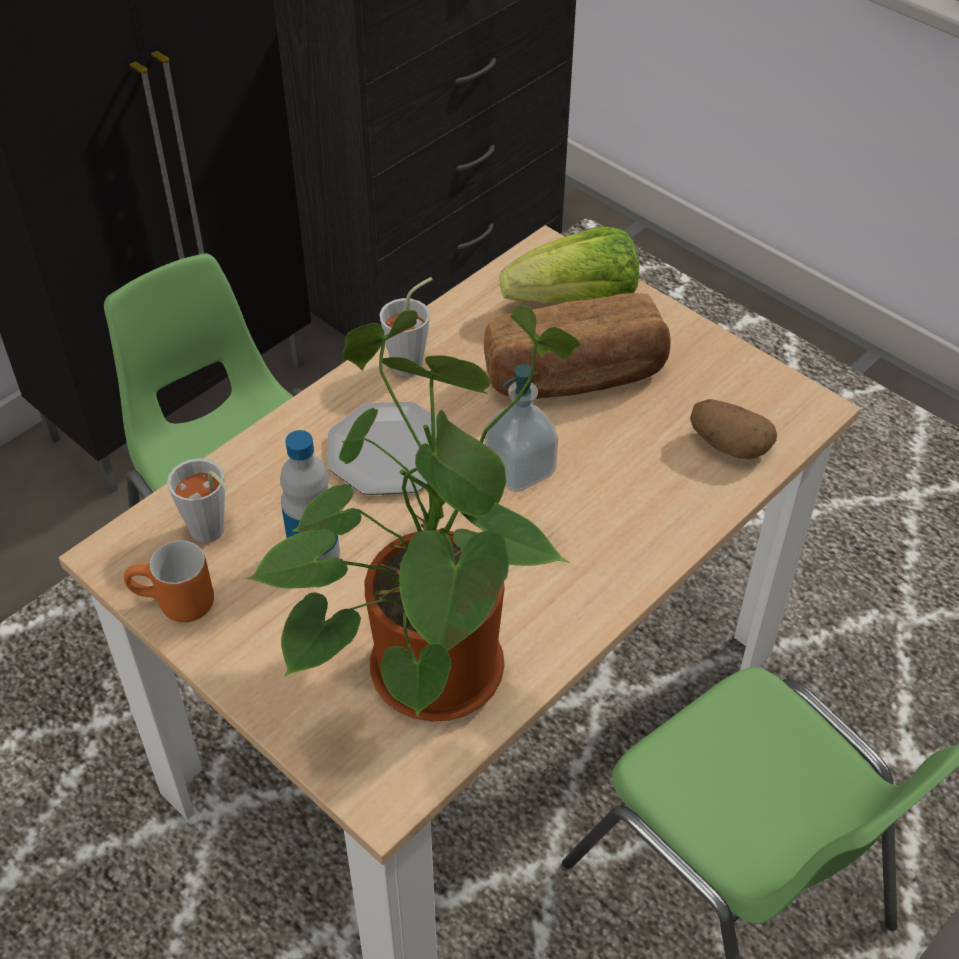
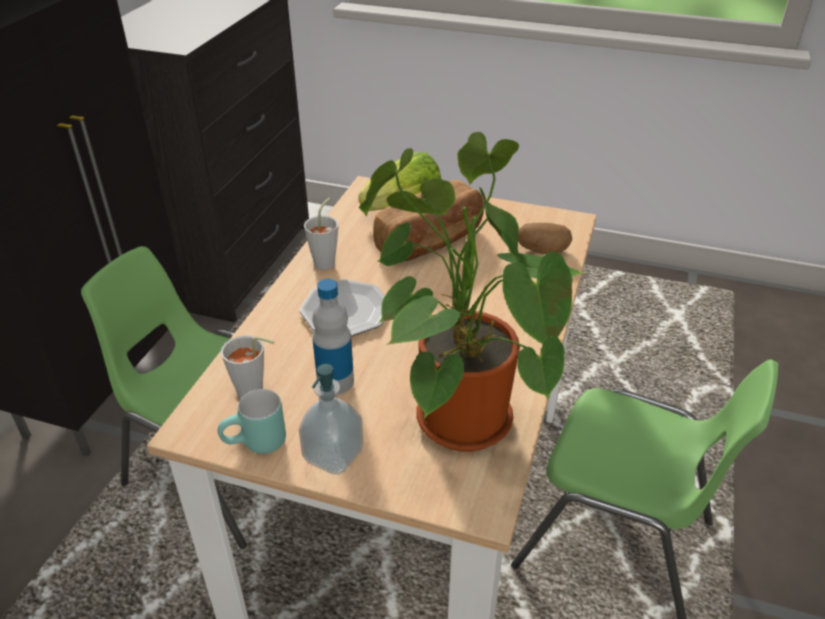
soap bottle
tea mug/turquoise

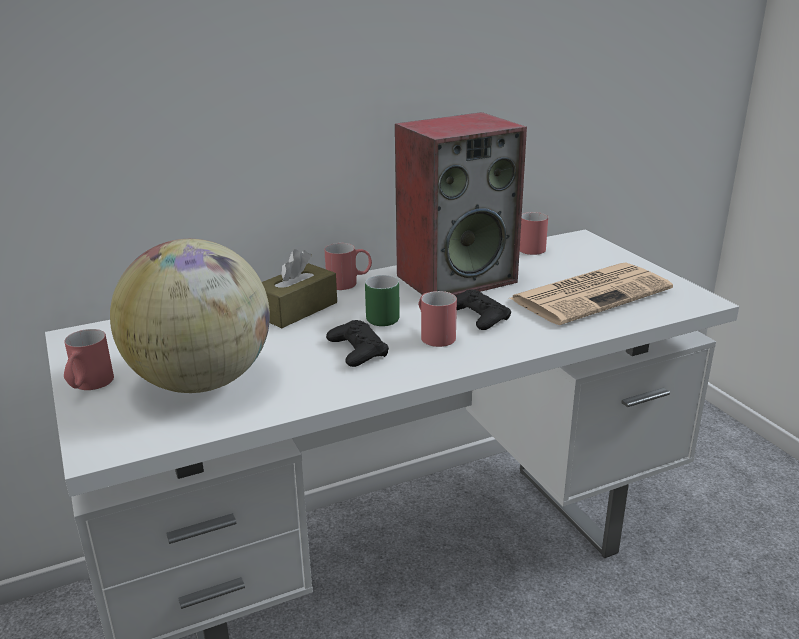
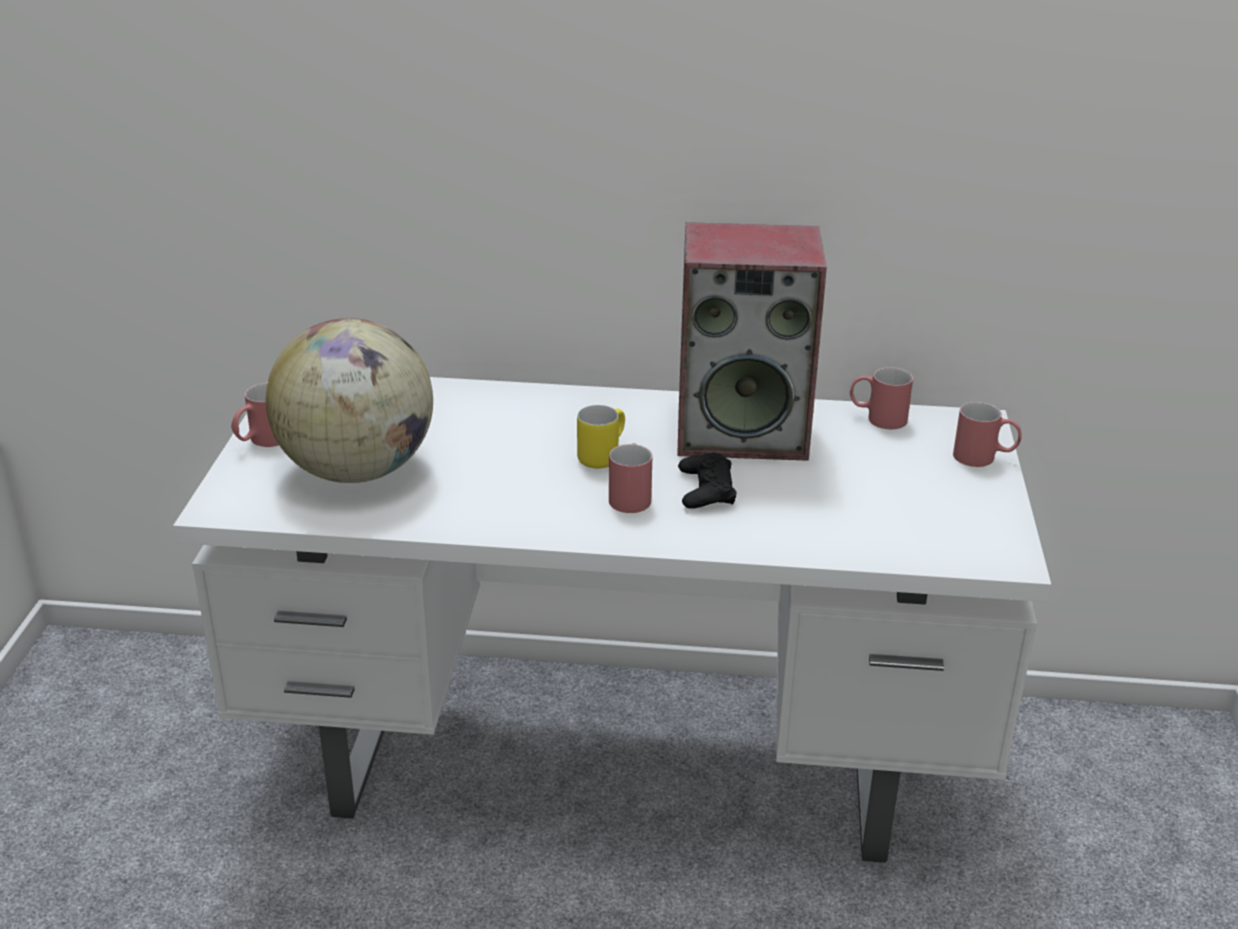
tea mug/red (4th from left)
tissue box/brown-coloured
printed paper
tea mug/yellow-coloured
joypad/black-coloured (1st from left in the first image)

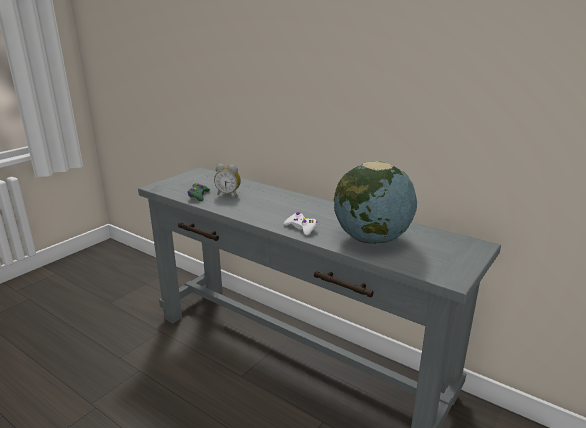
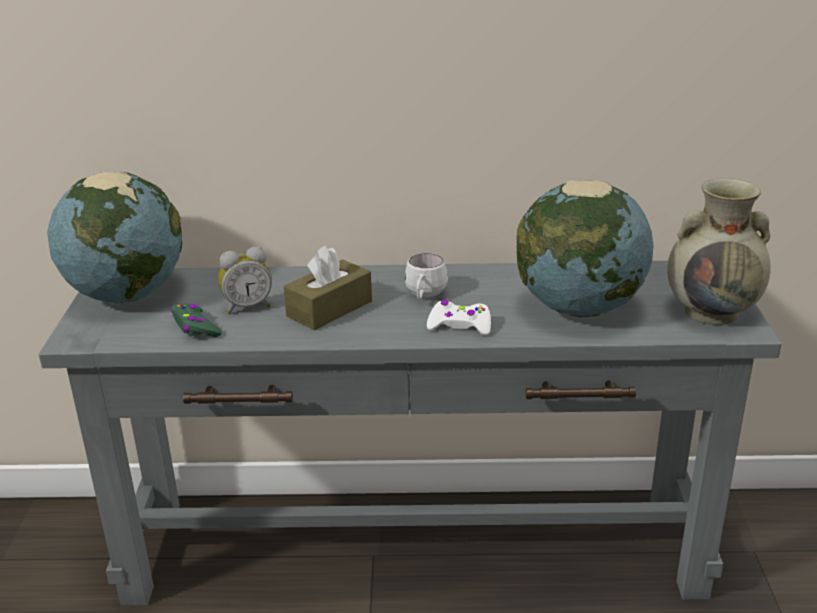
desk globe (1st from left)
flower vase/beige-coloured
tissue box/brown-coloured
tea mug/whitish

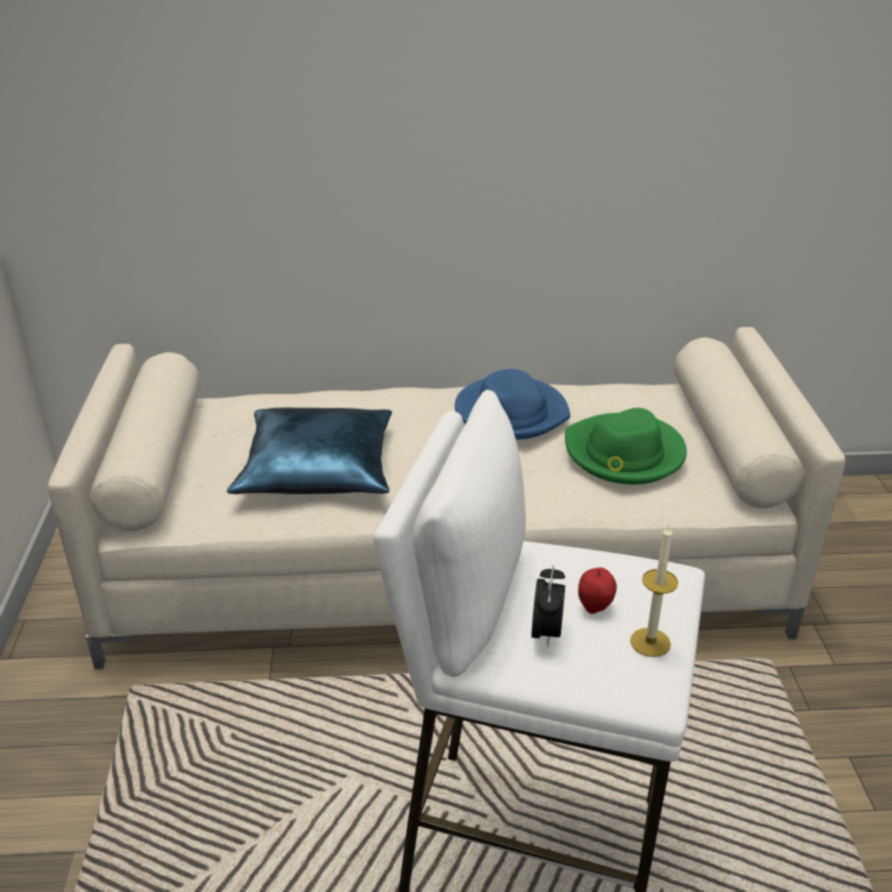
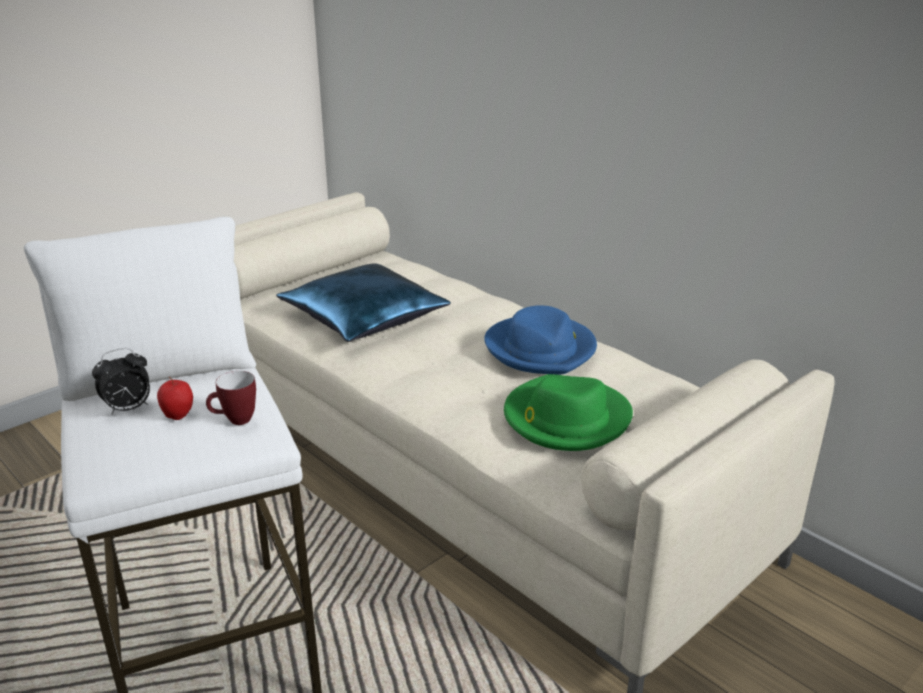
candle
tea mug

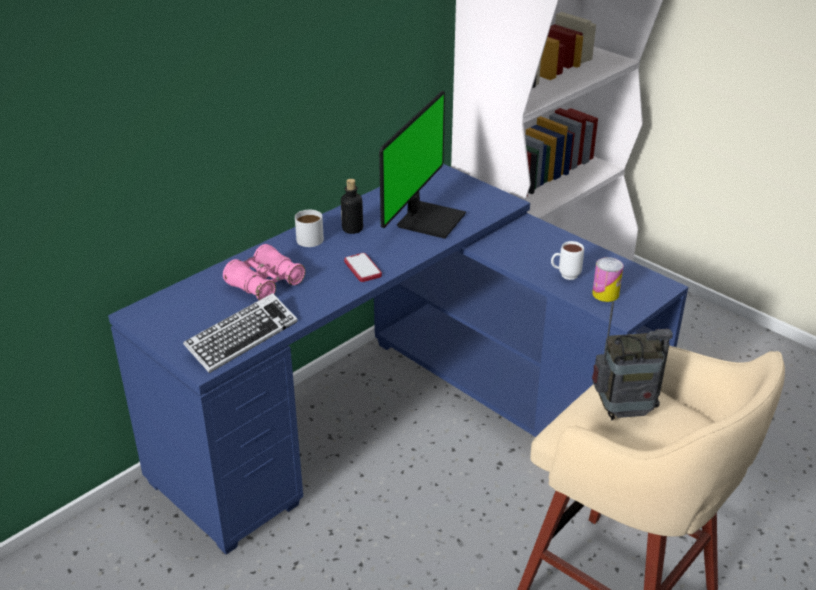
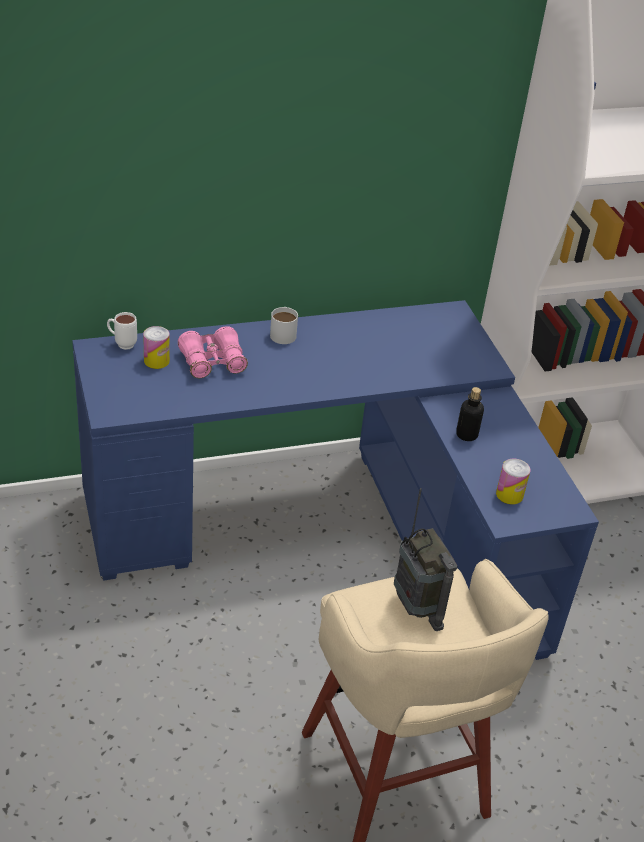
computer screen
drink bottle
tea mug/whitish (1st from left)
phone
PC keyboard
radio receiver
metal can (1st from left)

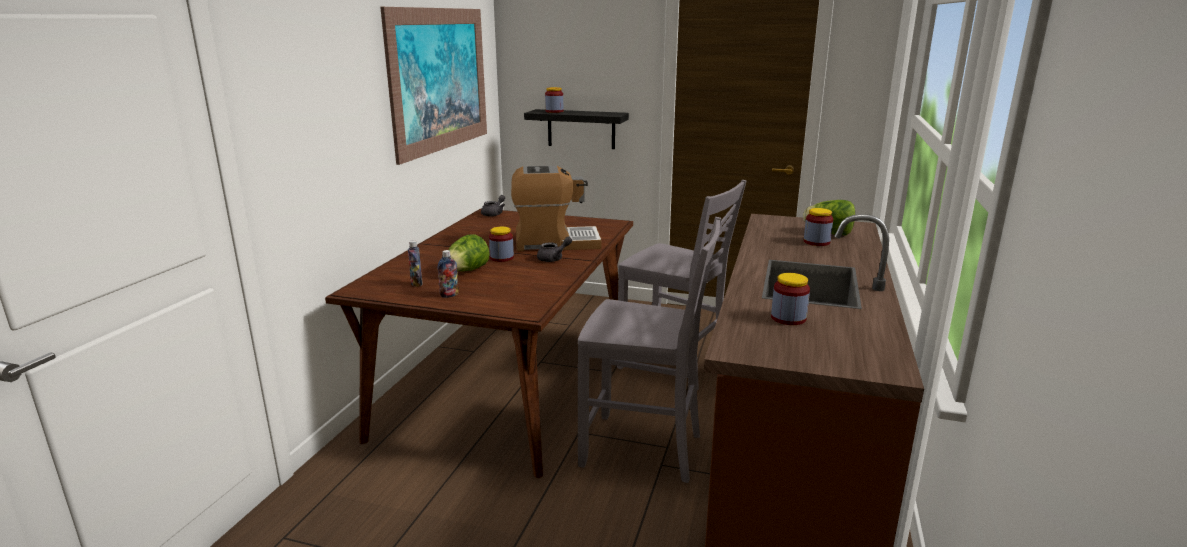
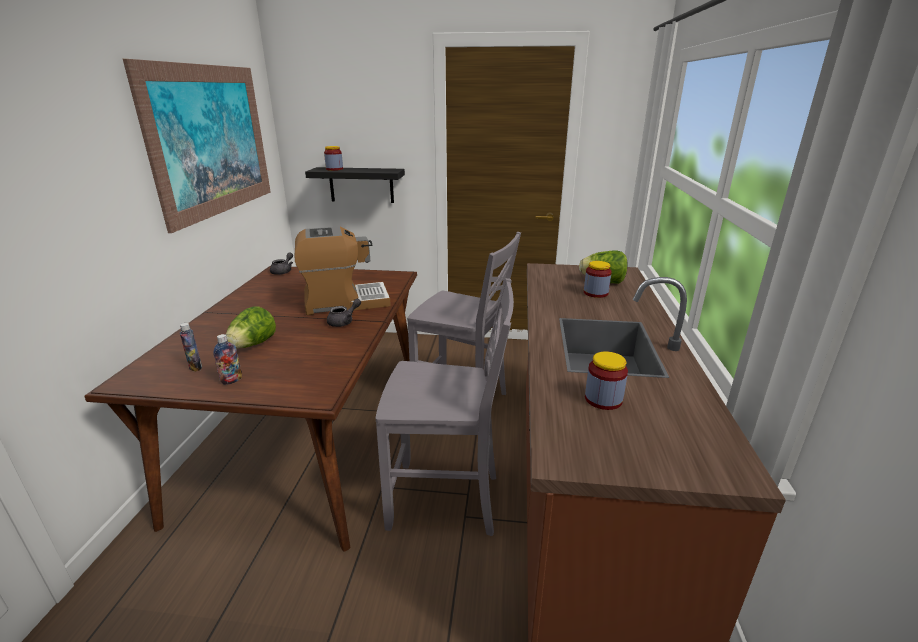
storage jar (1st from left in the first image)

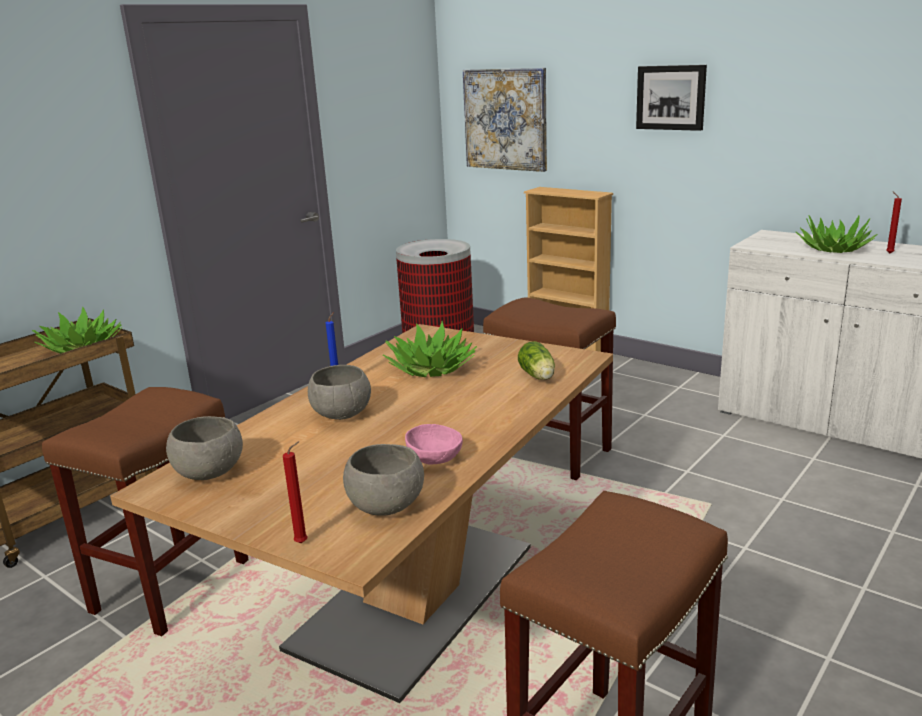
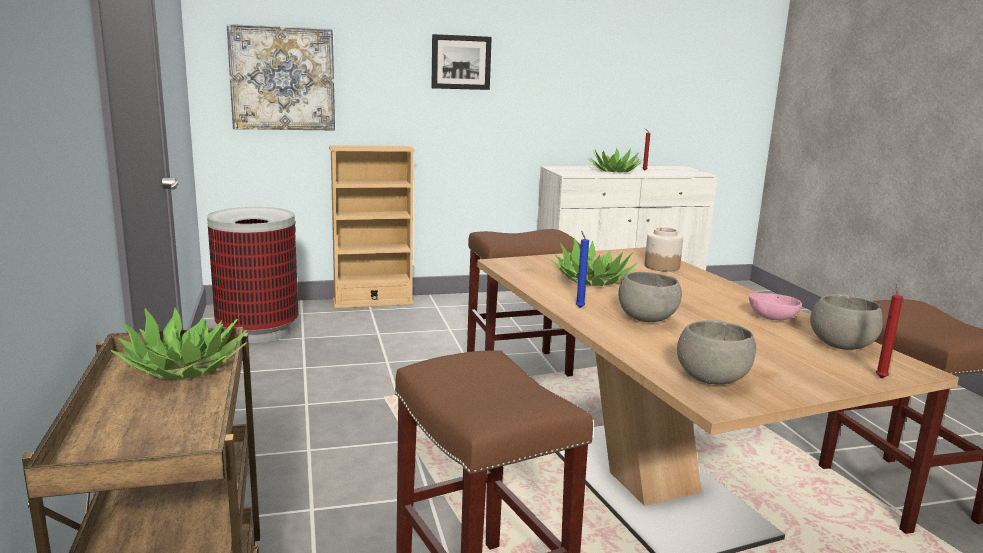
storage jar

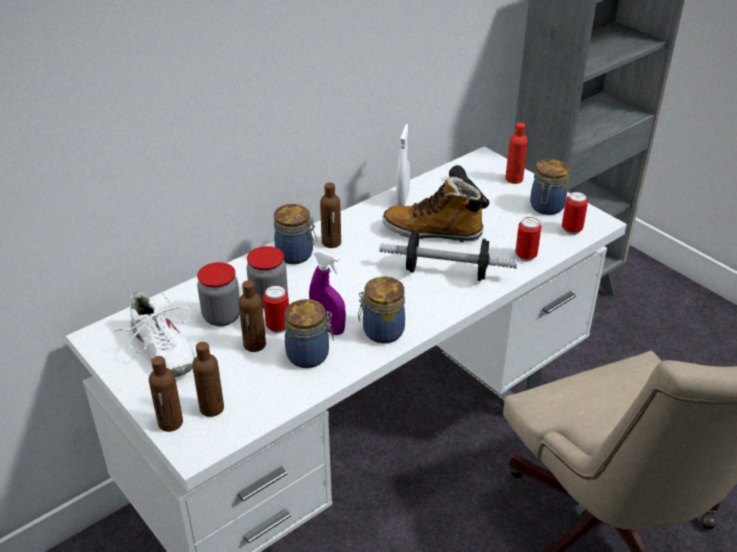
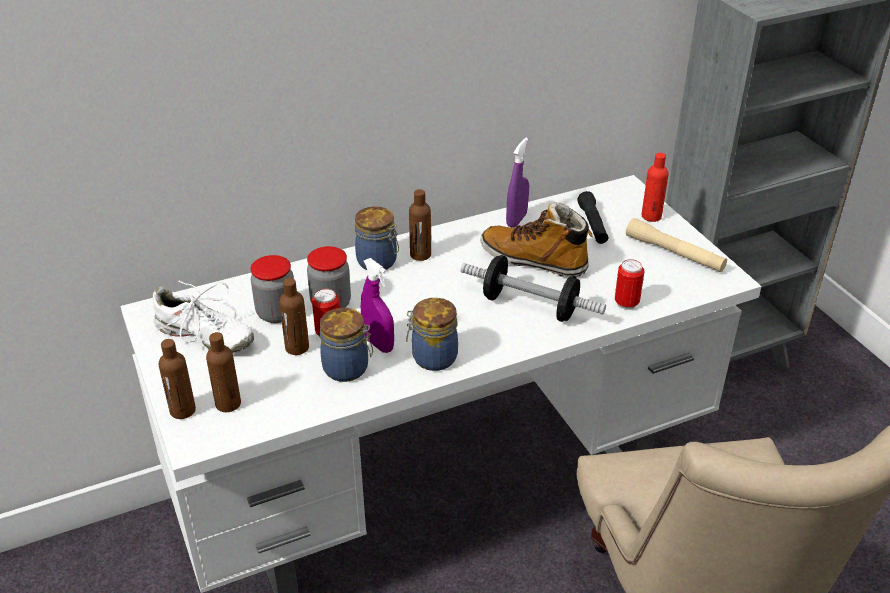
sprayer/purple (2nd from left)
hand torch/beige-coloured
metal can (3rd from left in the first image)
shoe/whitish

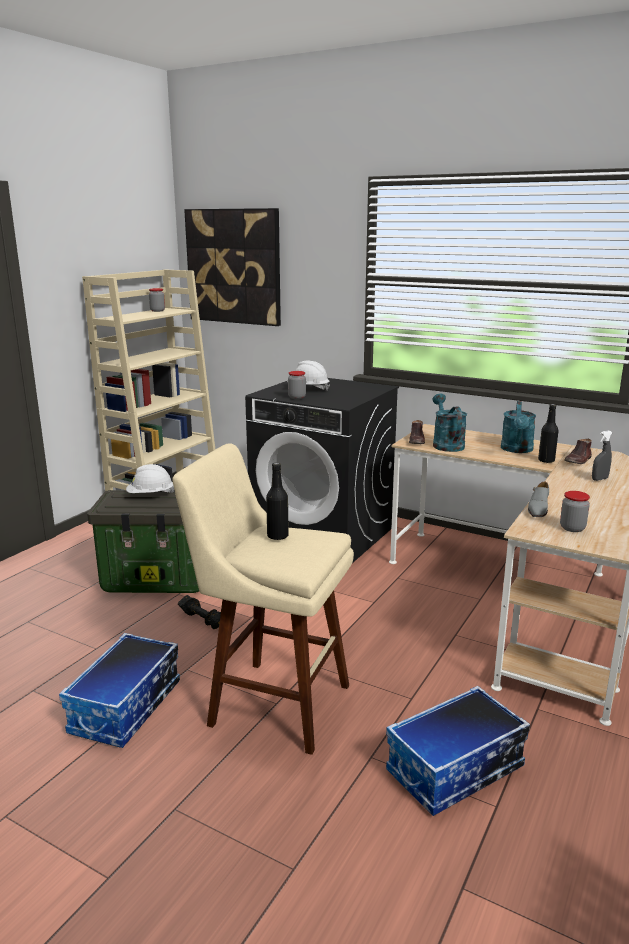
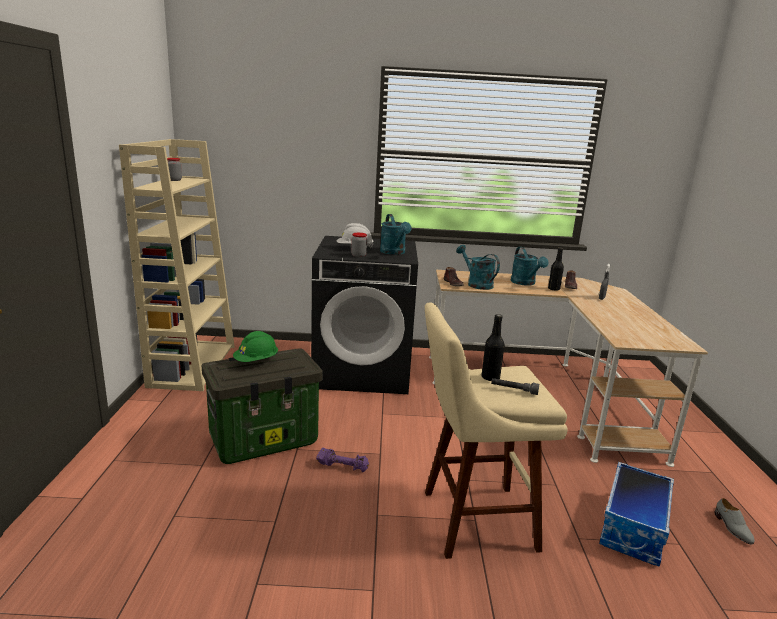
picture
safety helmet/greenish
shoe/grey
storage jar (3rd from left in the first image)
hand weight/purple
storage box (1st from left in the first image)
watering pot/turquoise (1st from left)
hand torch/grey

